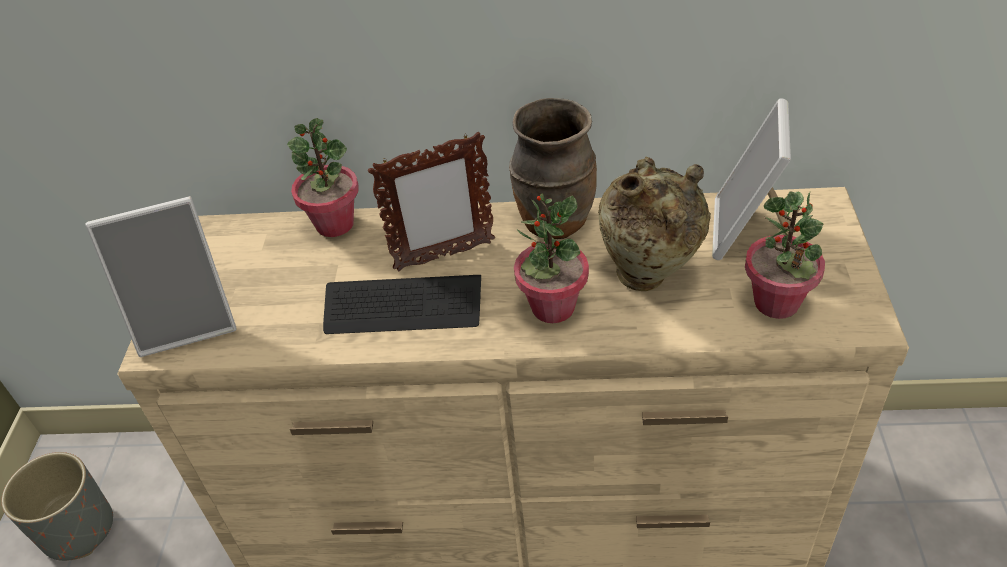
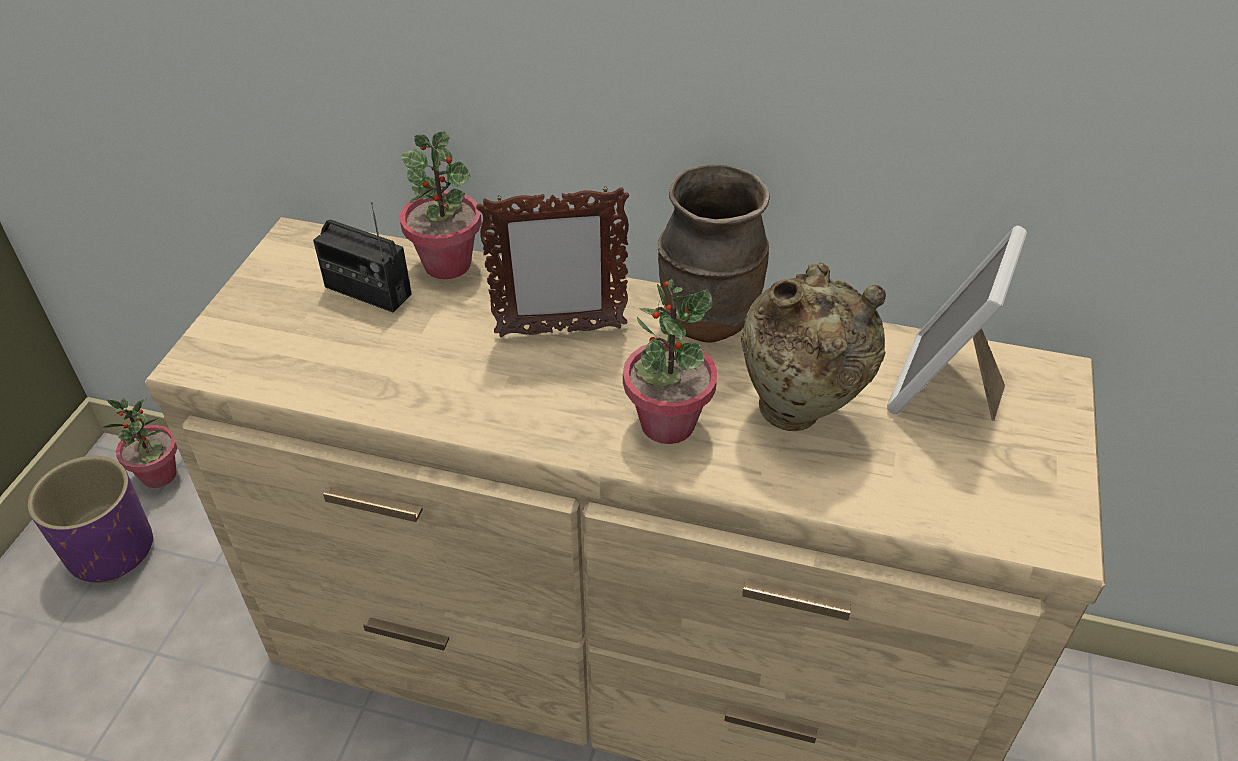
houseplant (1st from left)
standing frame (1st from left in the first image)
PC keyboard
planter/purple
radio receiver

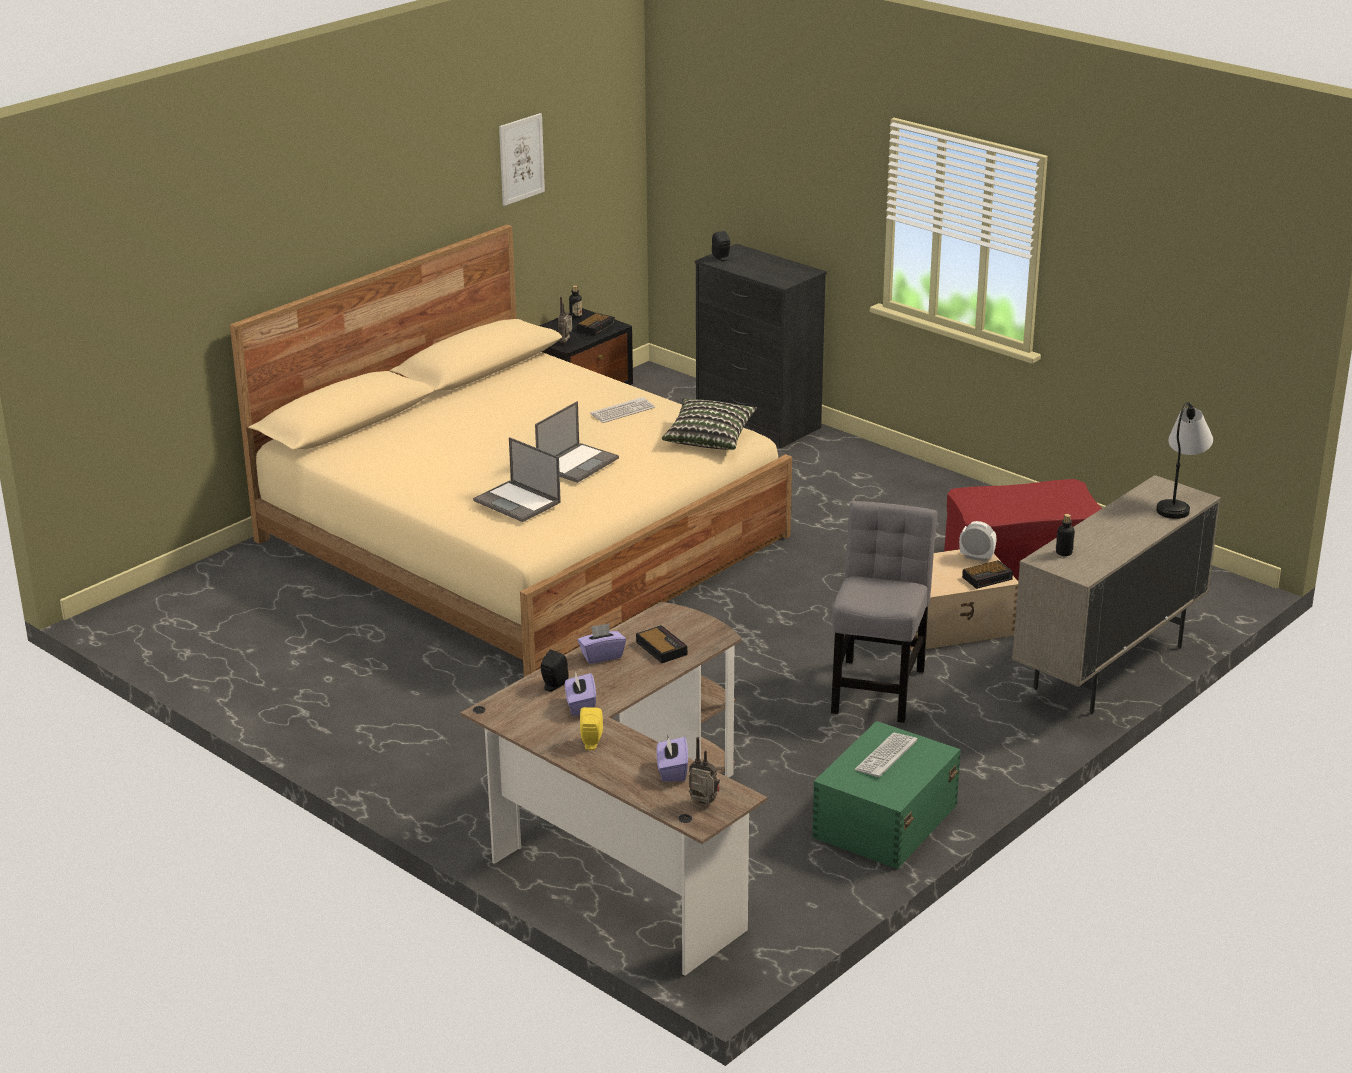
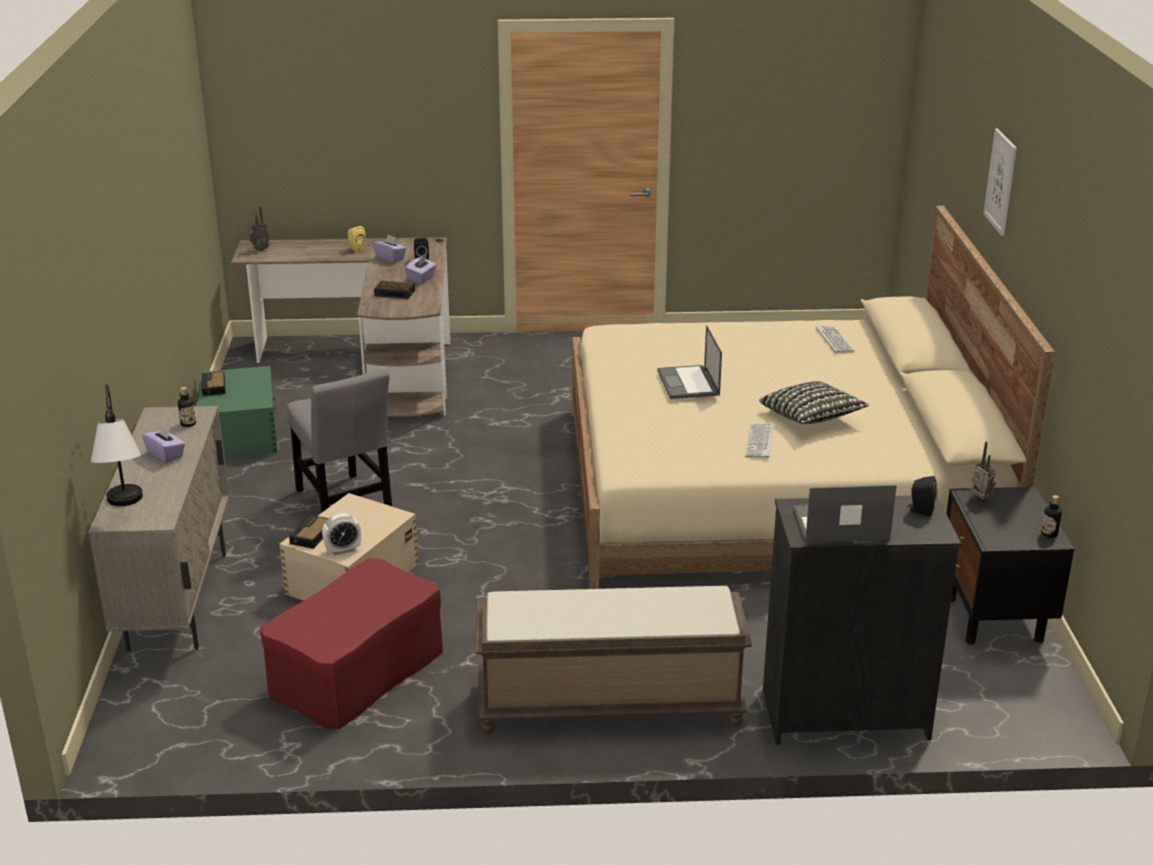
picture
alarm clock (1st from left)
throw pillow
notebook computer (2nd from left)
PC keyboard (2nd from left)
tissue box/purple (1st from left)
indoor bench/brown-coloured

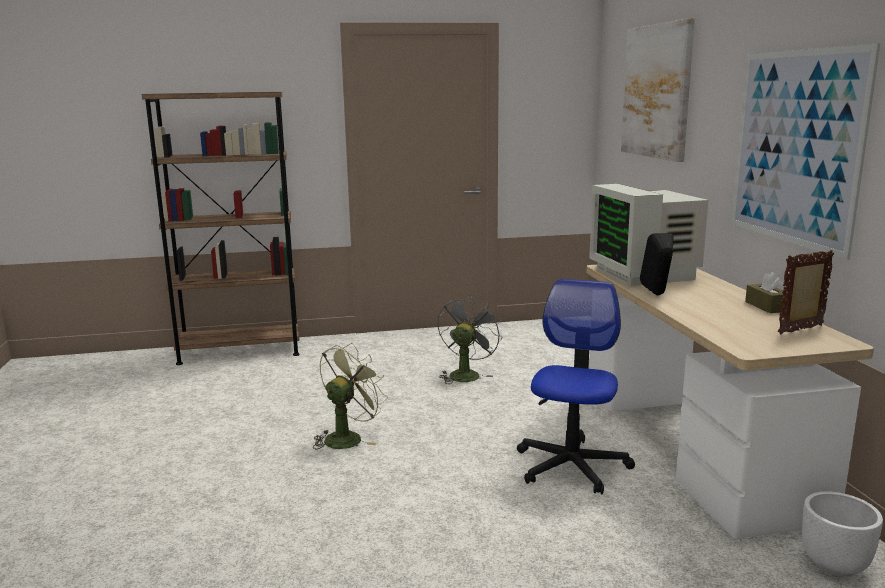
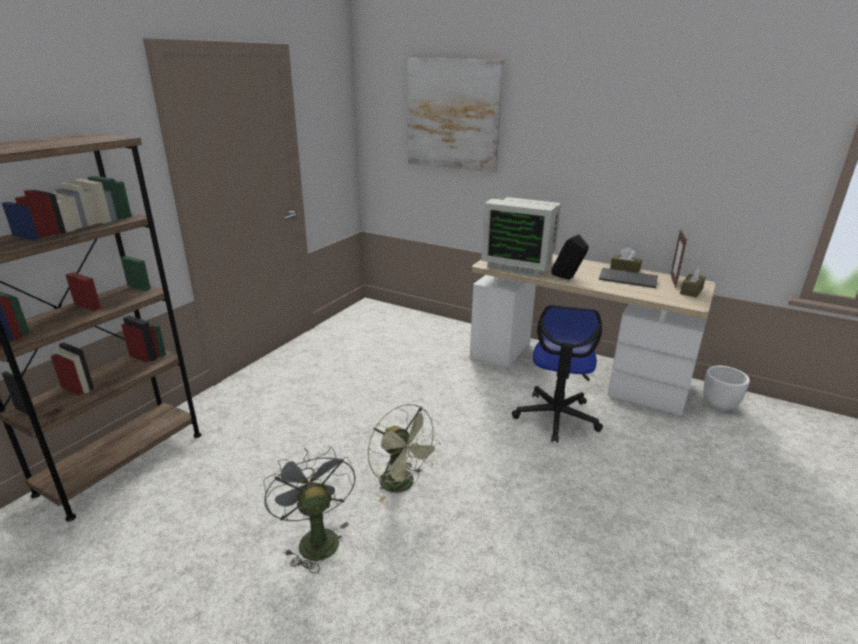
picture (2nd from left in the first image)
computer chair
cooling fan/grey
cooling fan/greenish
PC keyboard
tissue box/brown-coloured (2nd from left)

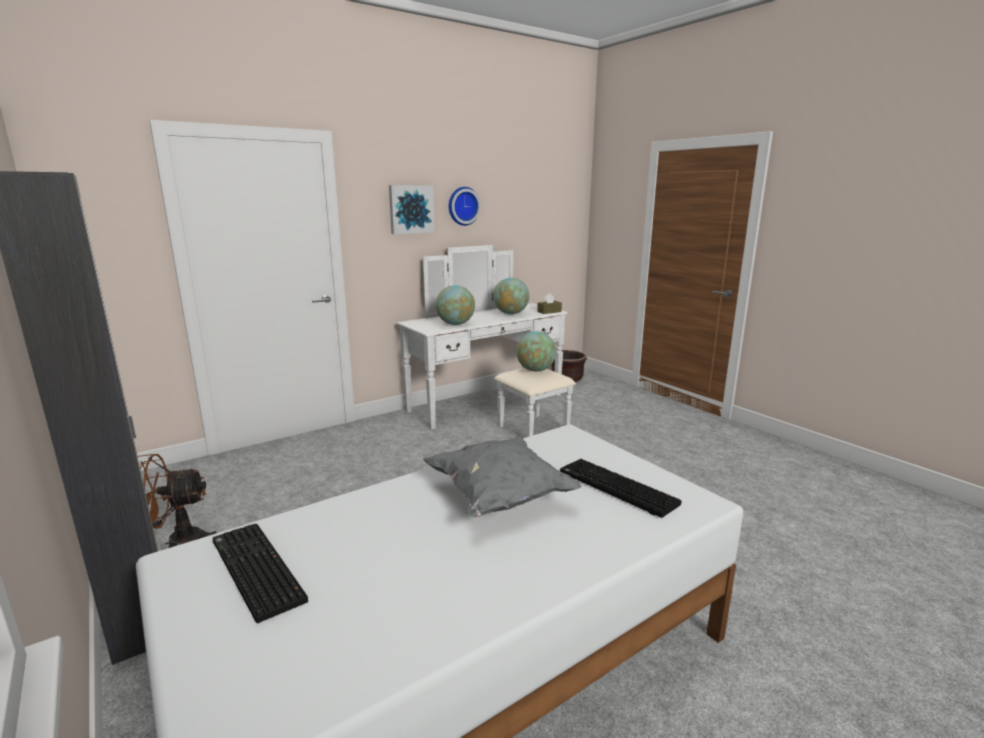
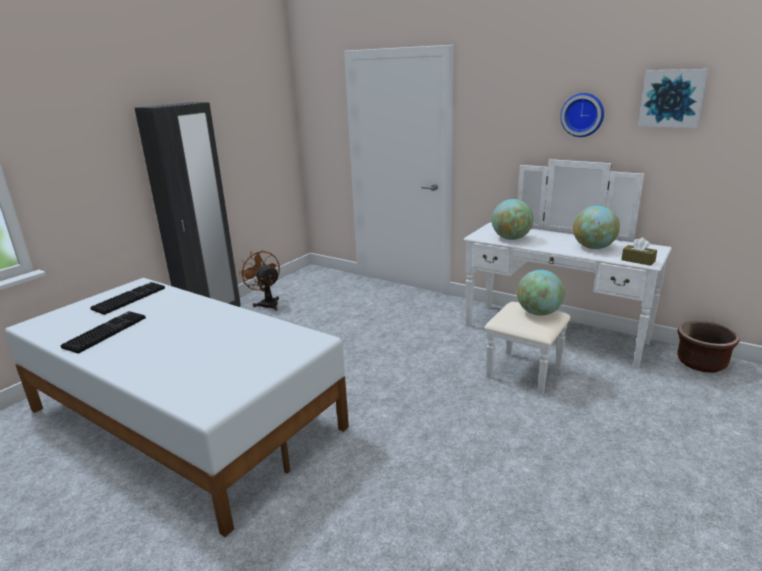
picture
throw pillow/grey
PC keyboard (1st from left)

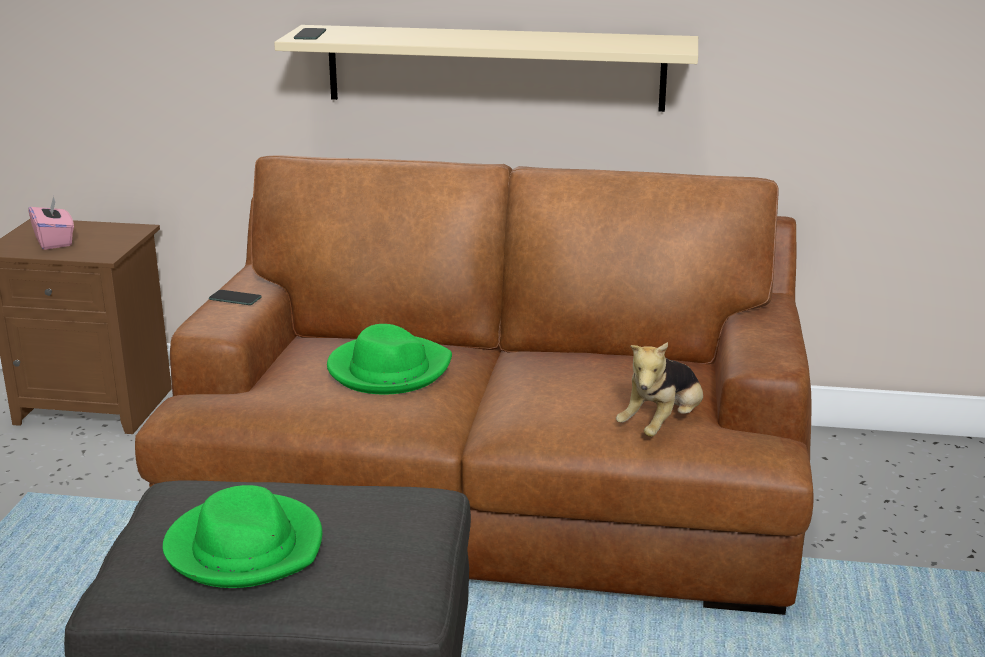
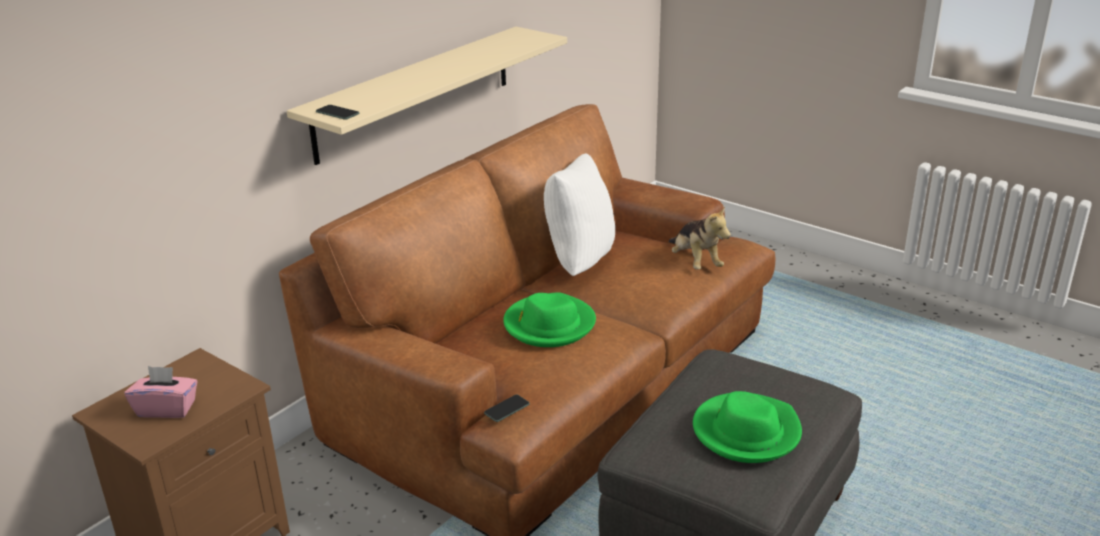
phone (2nd from left)
throw pillow/whitish

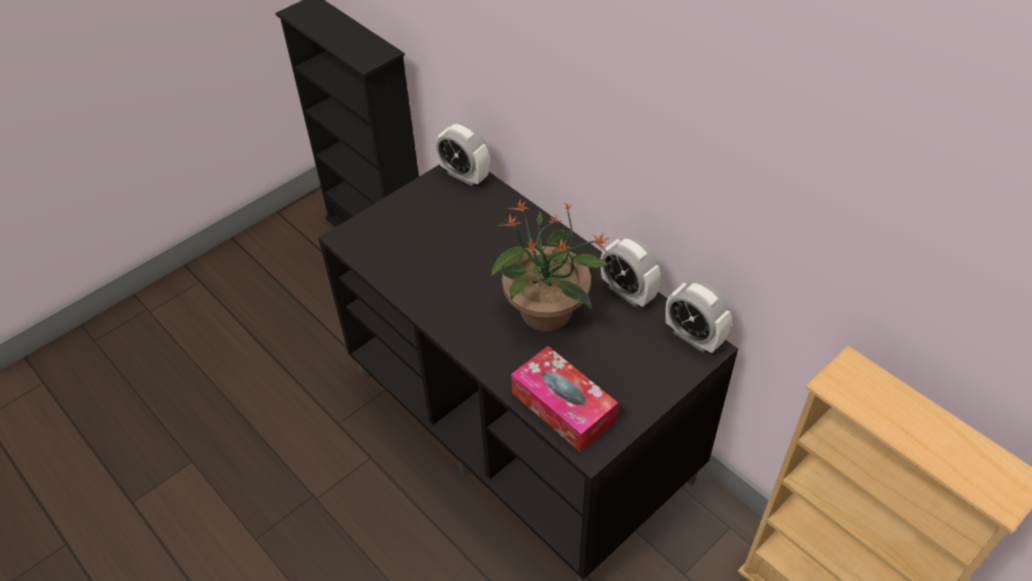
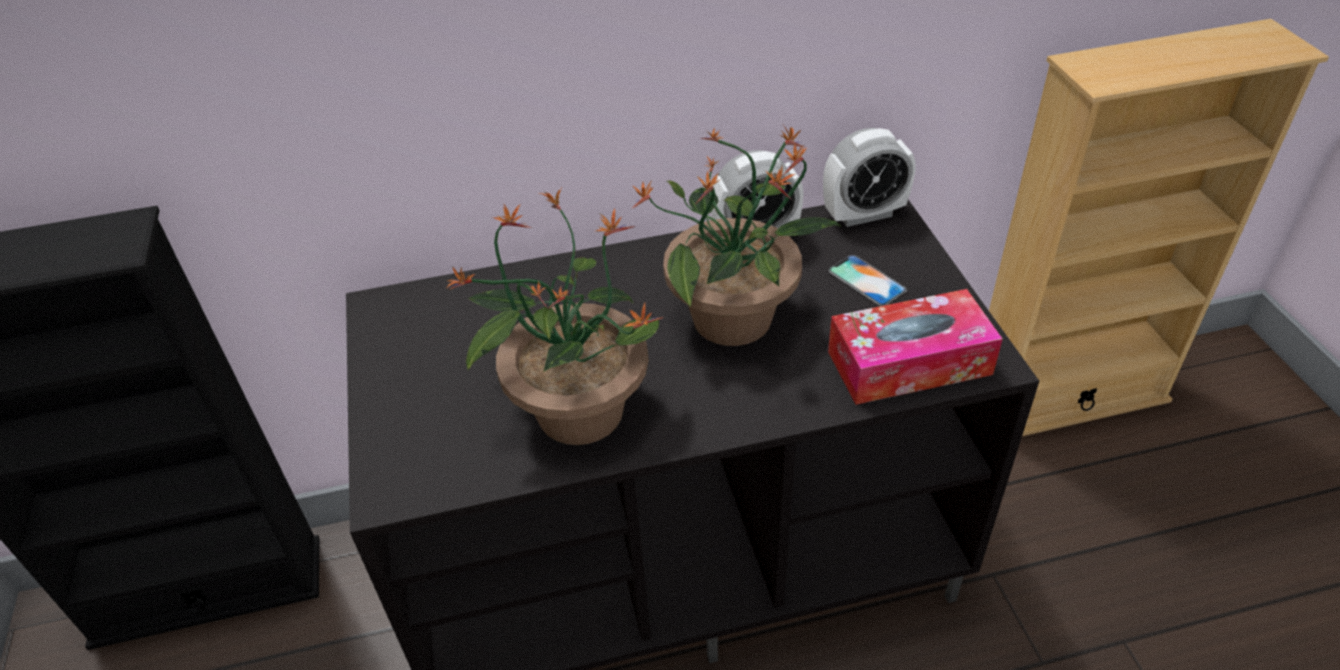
alarm clock (1st from left in the first image)
houseplant (1st from left)
phone

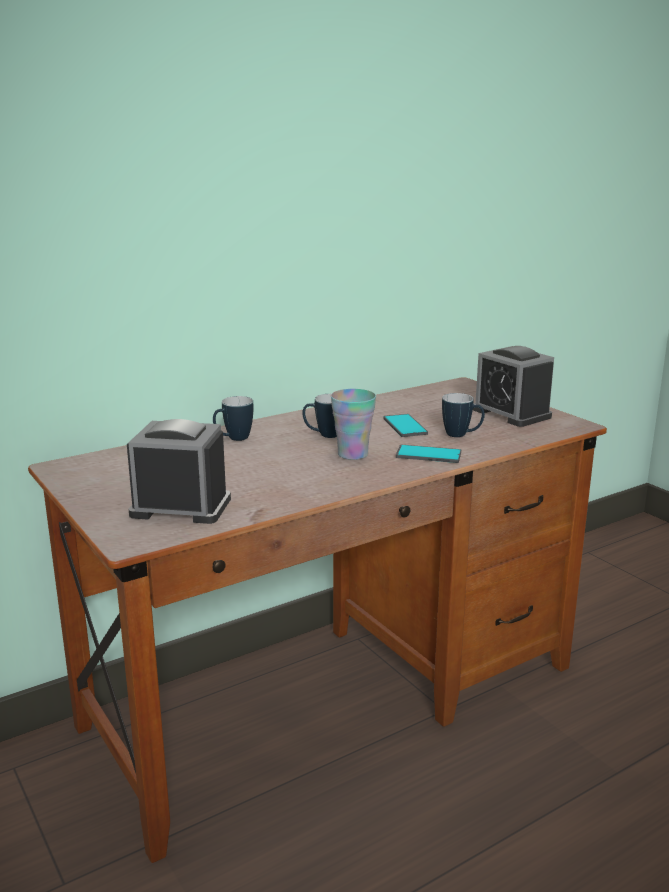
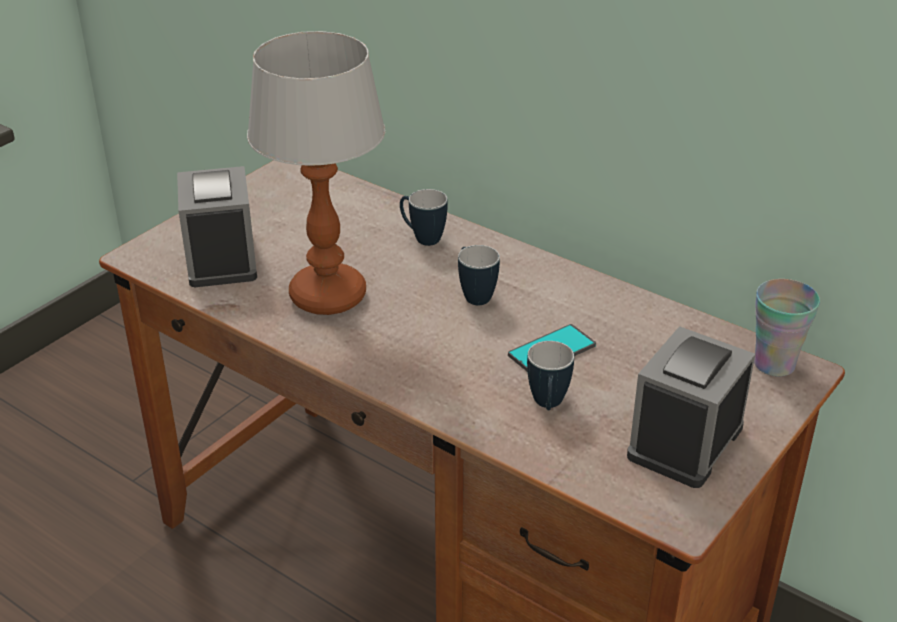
small cup
phone (2nd from left in the first image)
tabletop lamp

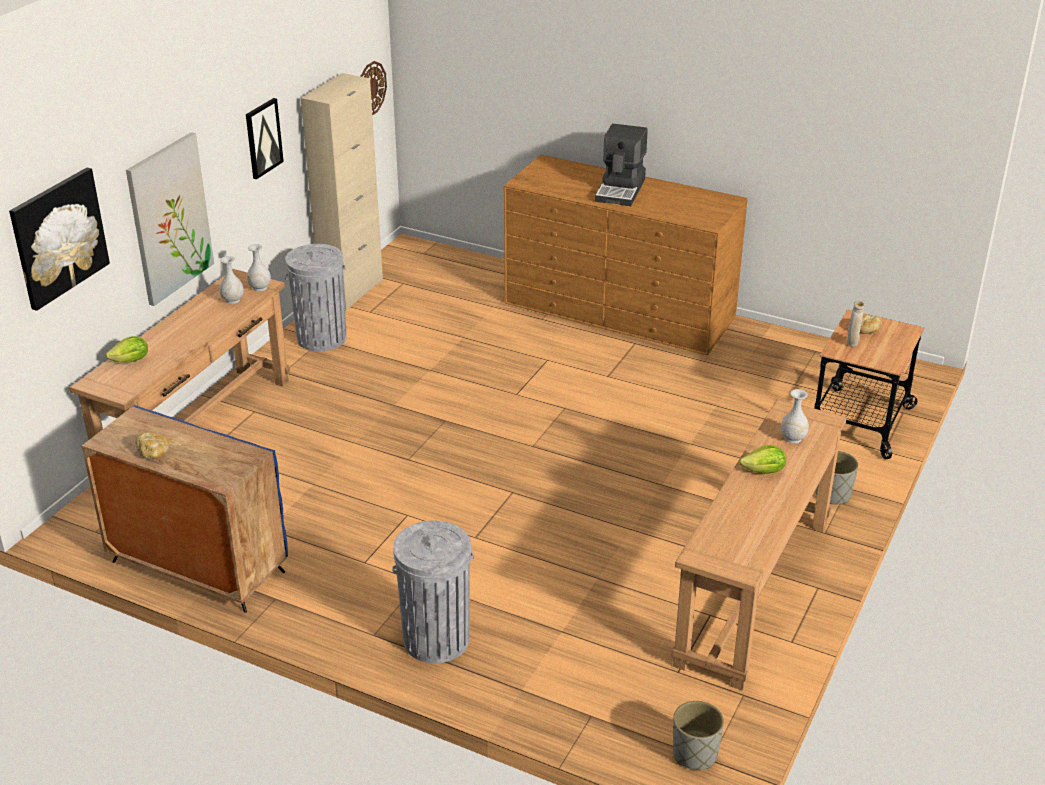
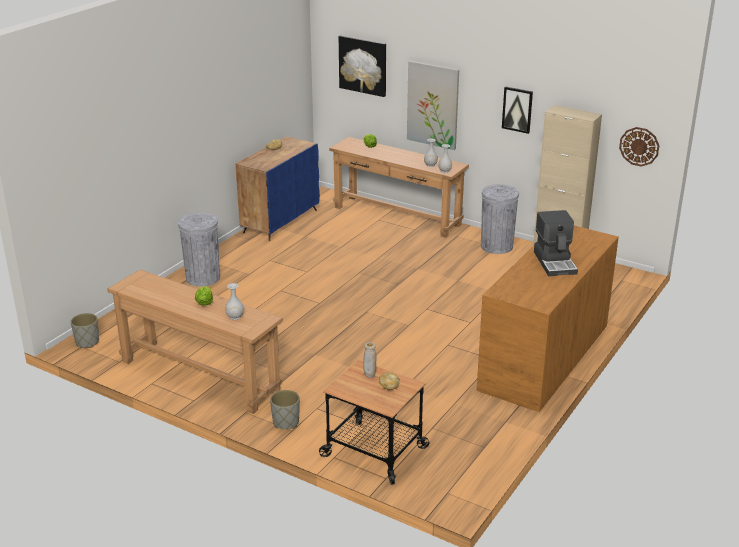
coffee machine

